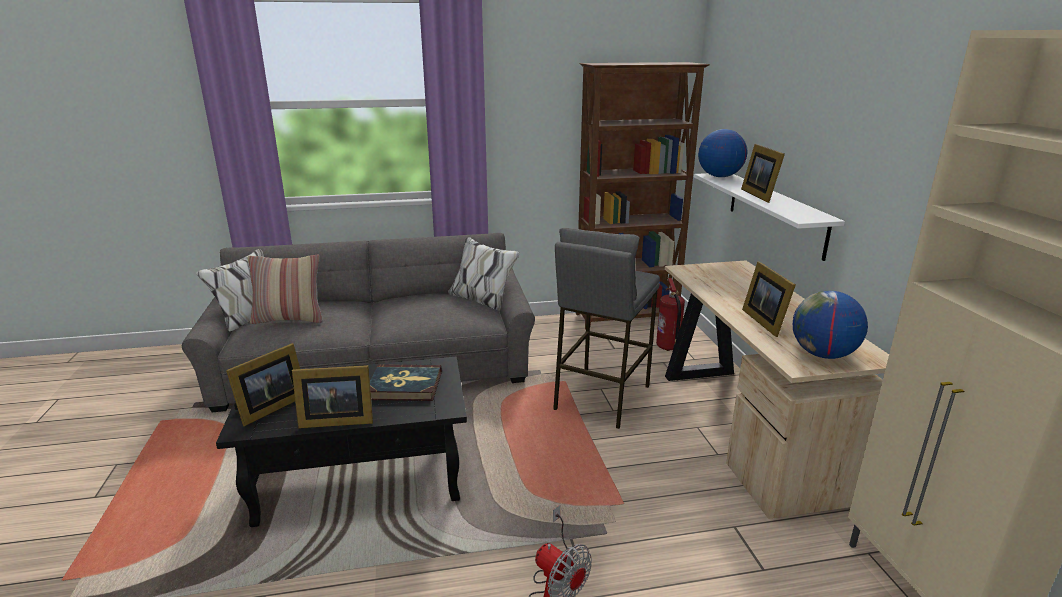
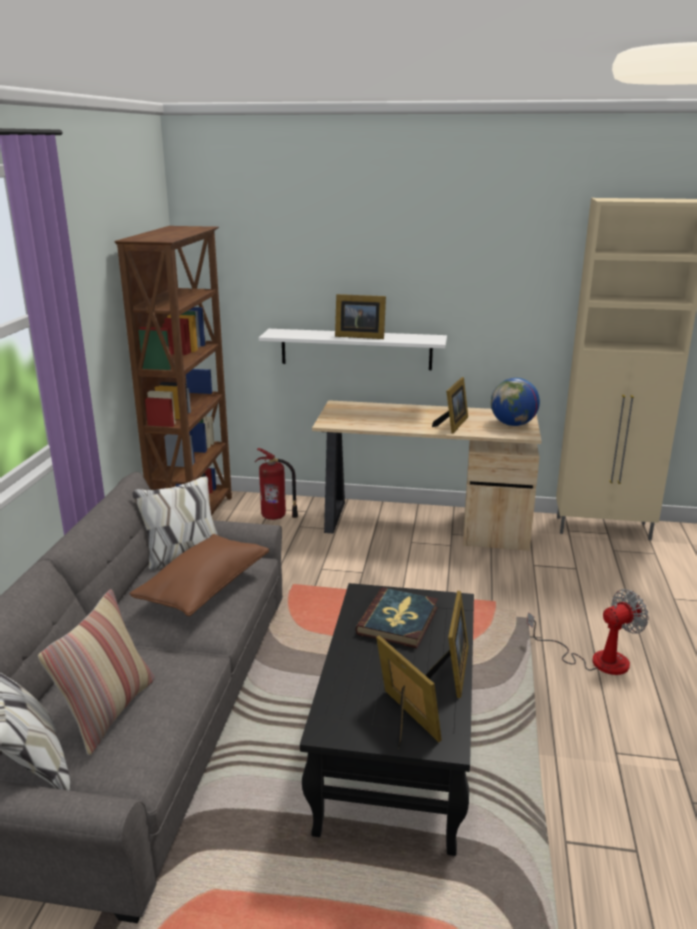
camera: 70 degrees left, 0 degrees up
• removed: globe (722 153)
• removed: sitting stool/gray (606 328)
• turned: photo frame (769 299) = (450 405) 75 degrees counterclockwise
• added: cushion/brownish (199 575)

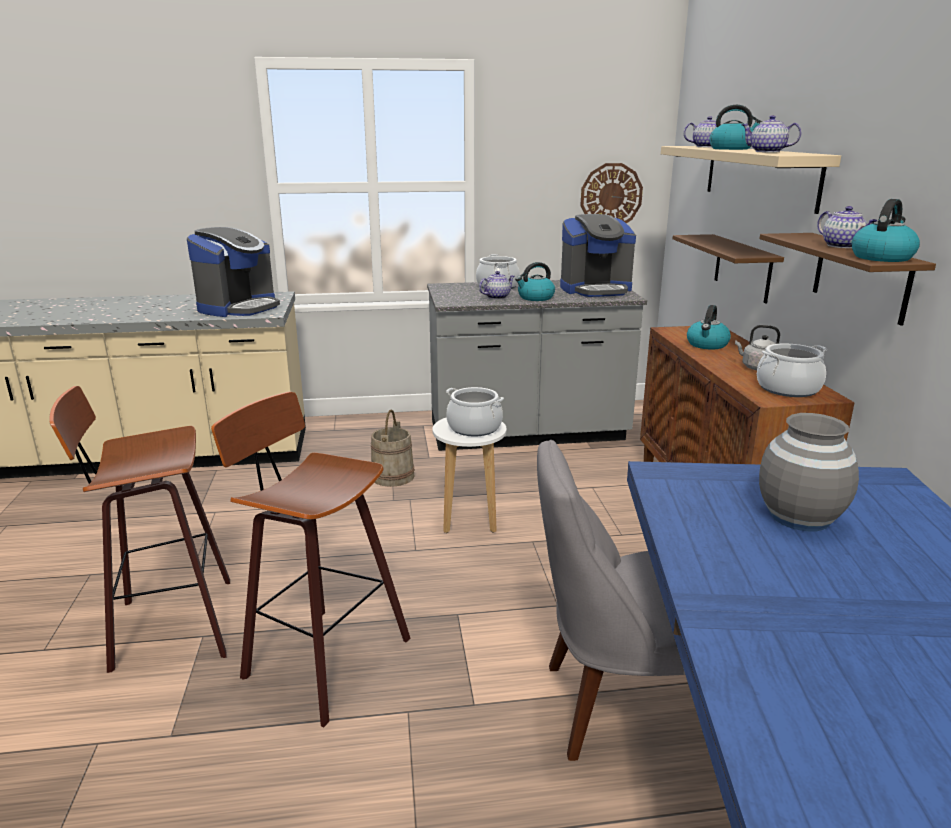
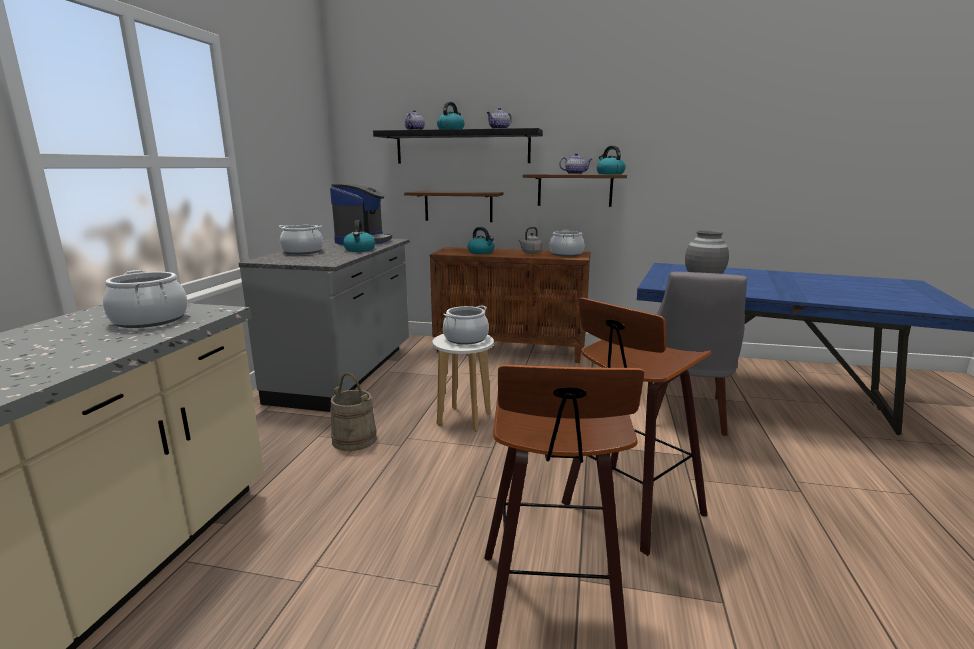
camera: 70 degrees left, 5 degrees down
• recoloured: bracket shelf/beige-coloured (751 180) to bracket shelf/blackish (458 146)
• removed: wall clock (611 193)
• replaced: coffee brewer (233 272) to saucepot (145 299)
• removed: teapot (496 285)

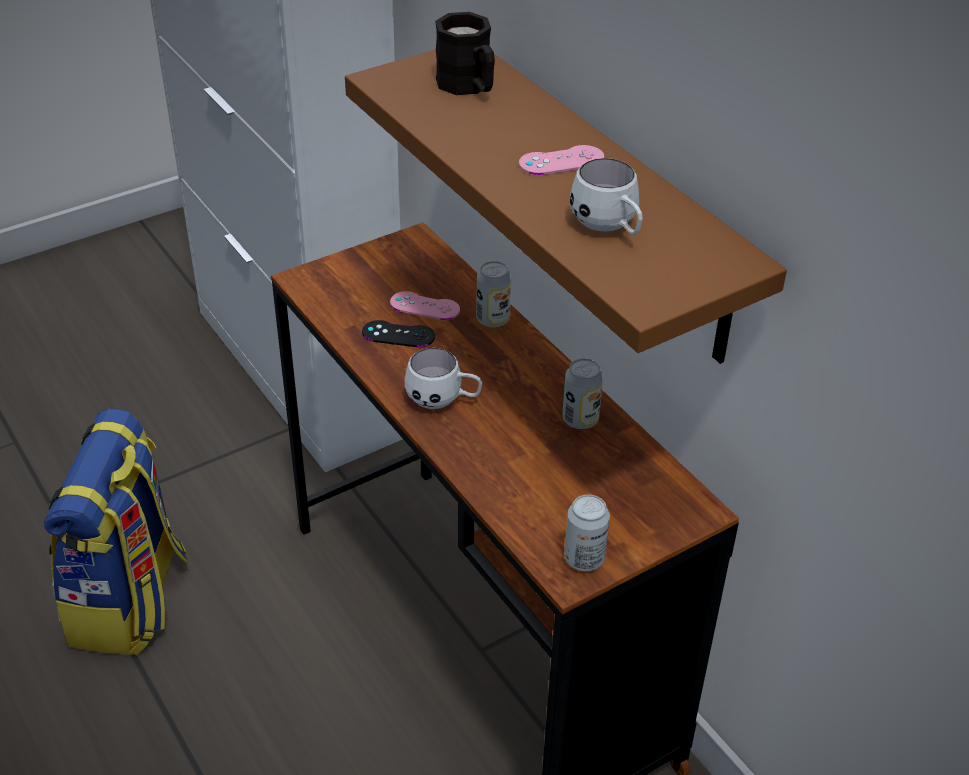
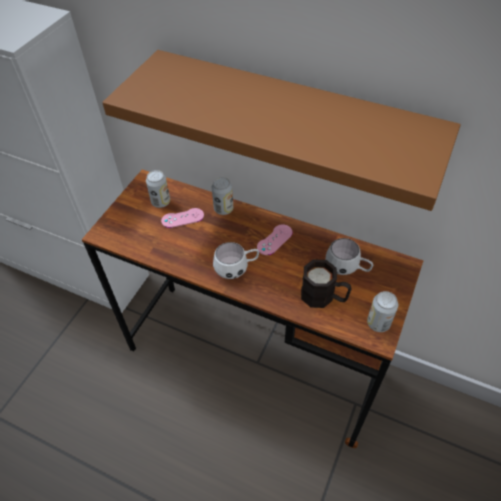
camera: 30 degrees left, 10 degrees up
• moved: mug/blackish (465 53) to (326 283)
• moved: gamepad/pink-coloured (561 160) to (275 239)
• moved: mug/white-coloured (606 196) to (349 256)
• removed: gamepad/blackish (398 333)
• moved: sealed can (582 393) to (158 189)
• removed: rucksack (116 532)

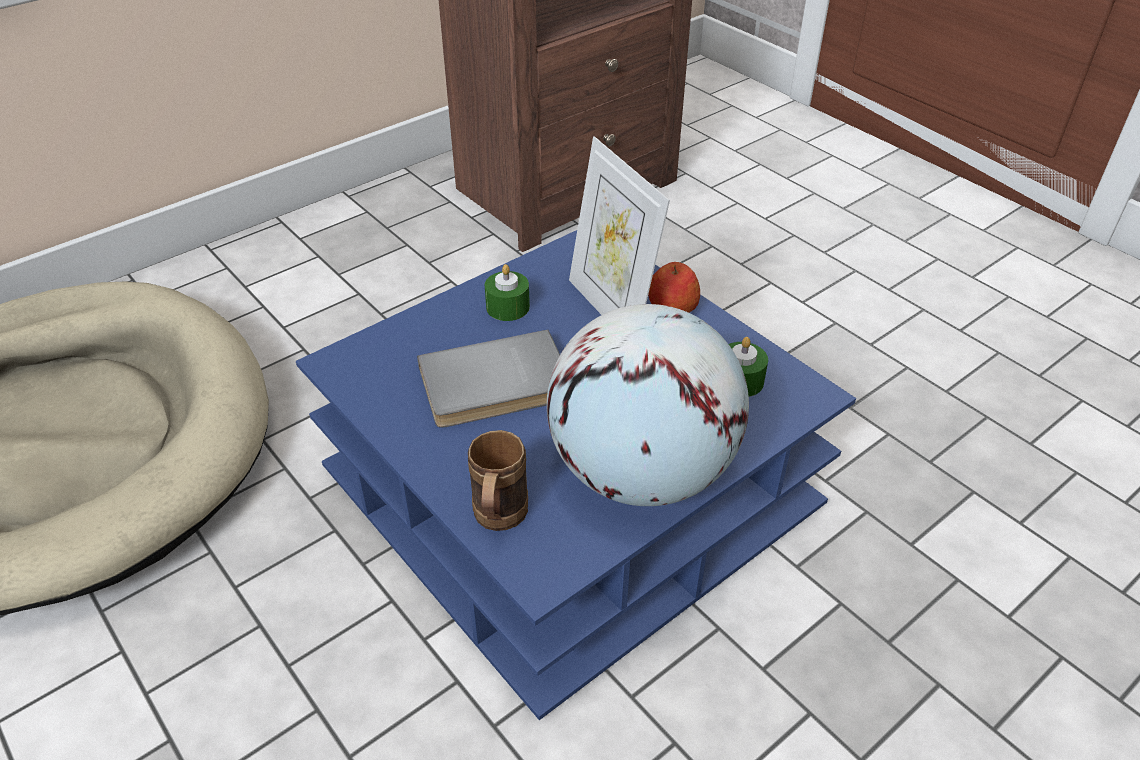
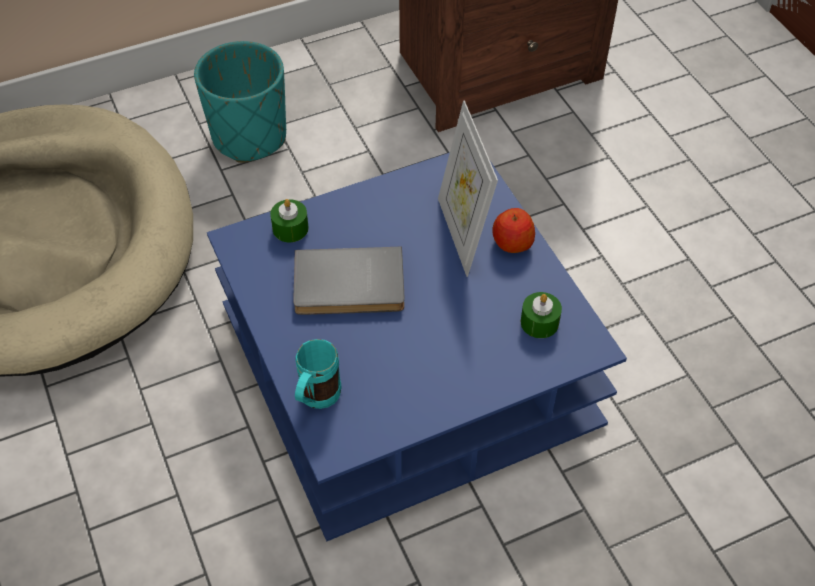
camera: 15 degrees right, 10 degrees up
• moved: candle/green (507 292) to (289 221)
• removed: globe (648 405)
• recoloured: mug/brownish (498 480) to mug/turquoise (318 374)
• added: planter/turquoise (240 102)

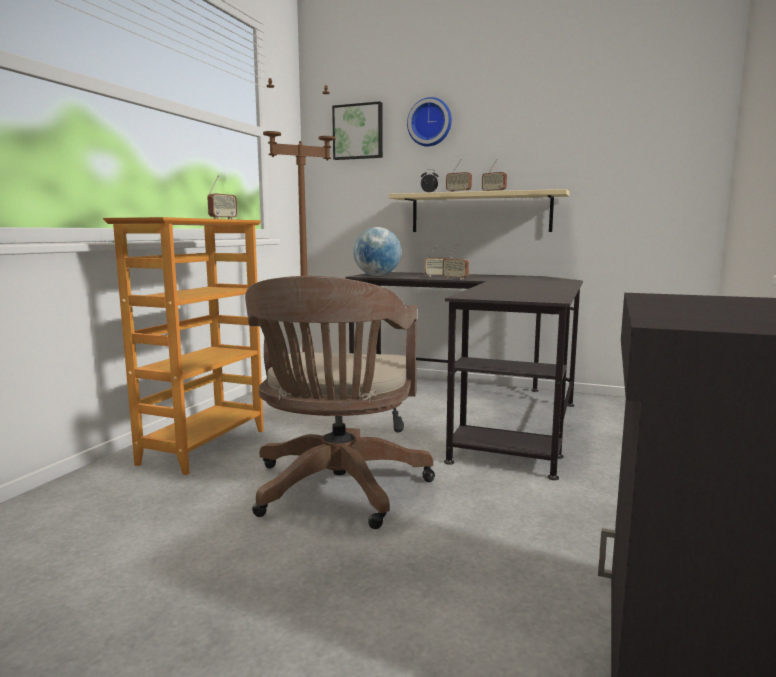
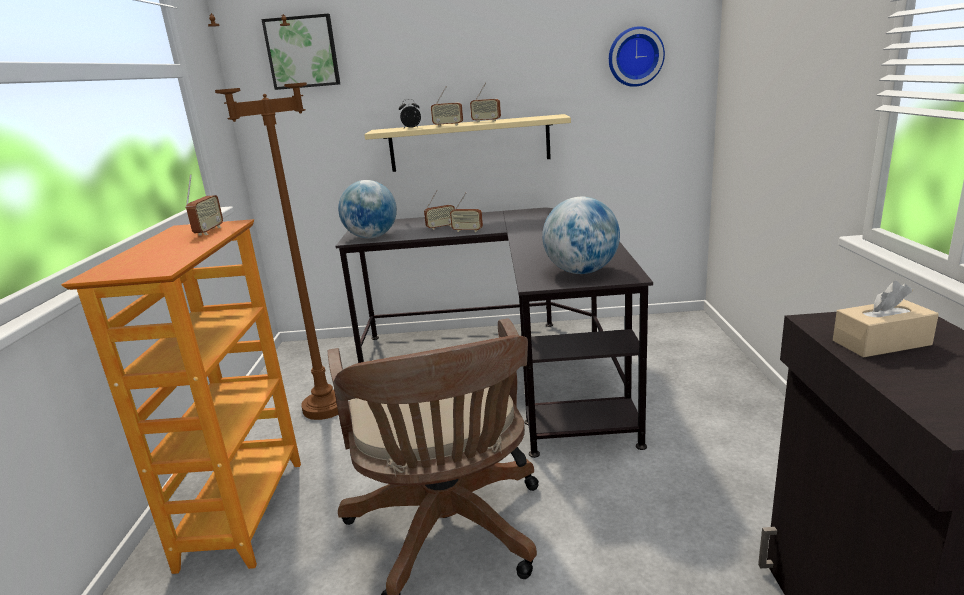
camera: 20 degrees left, 10 degrees up
• moved: wall clock (429 121) to (637 56)
• added: globe (581 235)
• added: tissue box/beige-coloured (886 319)

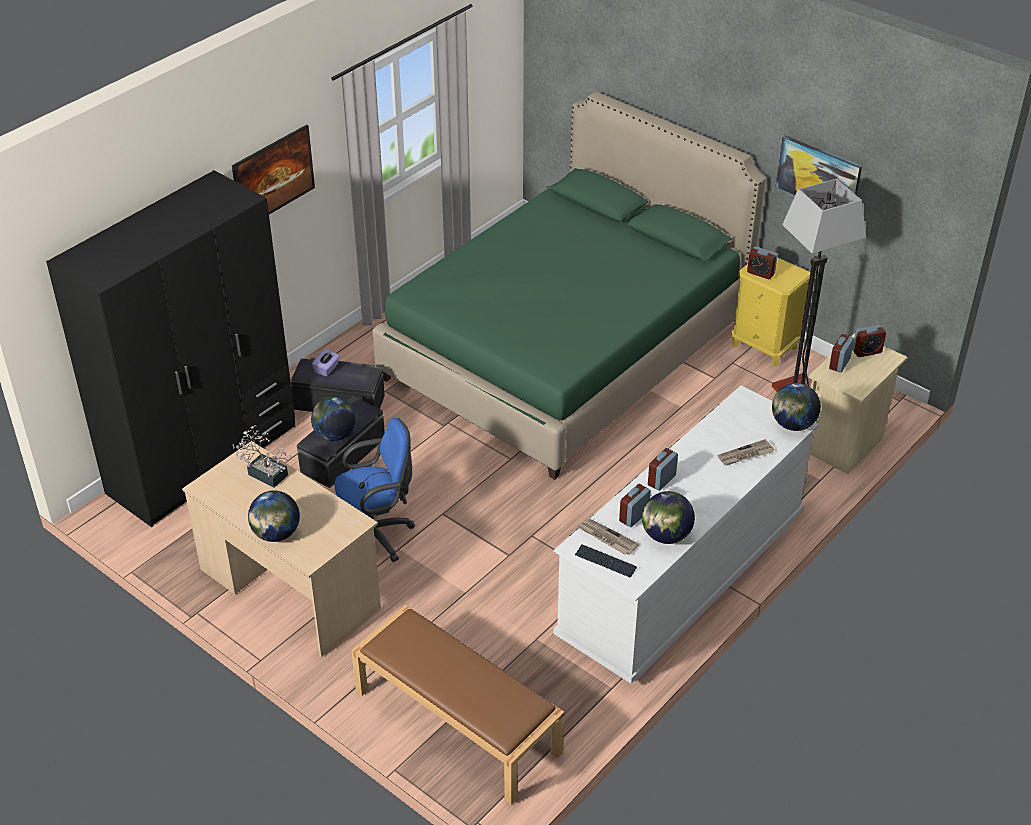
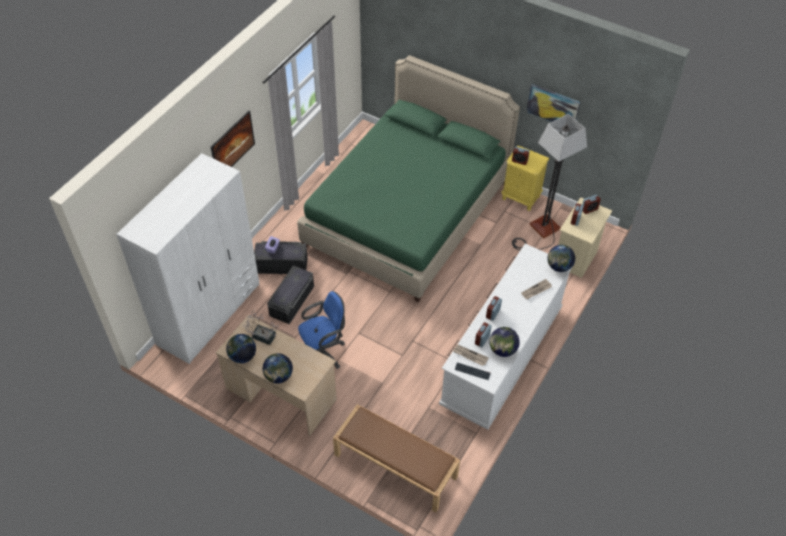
camera: 10 degrees left, 10 degrees up
• recoloured: clothes cupboard/blackish (171 348) to clothes cupboard/white-coloured (187 258)
• moved: globe (333 419) to (241 349)

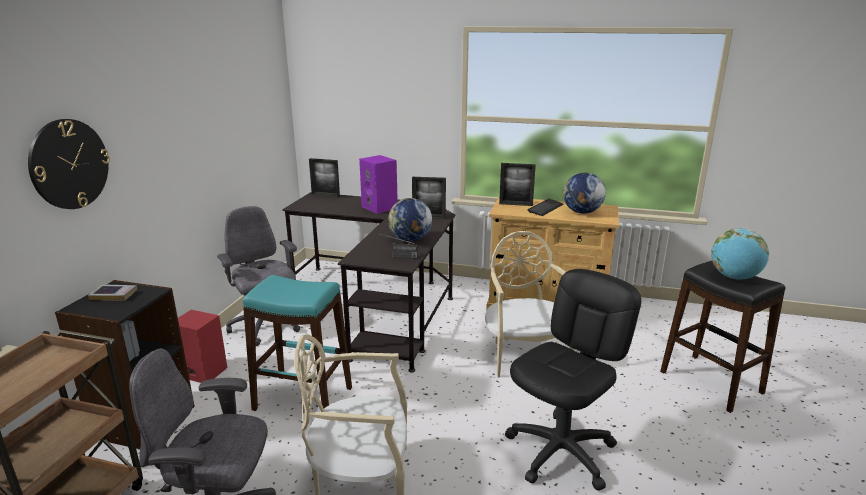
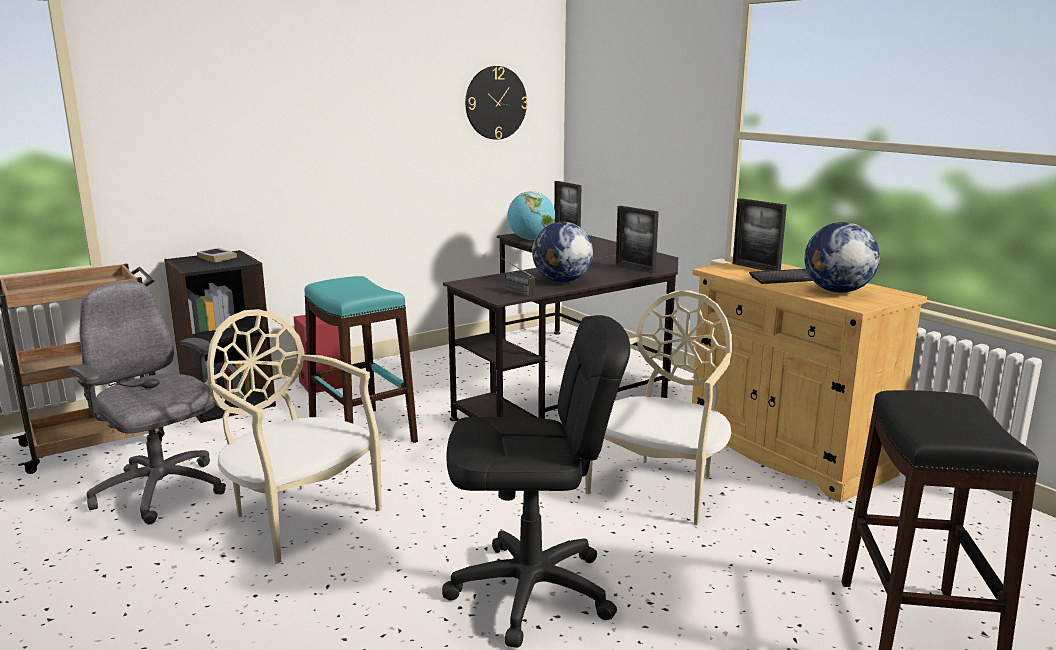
camera: 40 degrees right, 5 degrees down
• moved: wall clock (69 164) to (496 103)
• removed: loudspeaker/purple-coloured (378 184)
• removed: computer chair/gray (258 276)
• moved: globe (740 254) to (531 216)

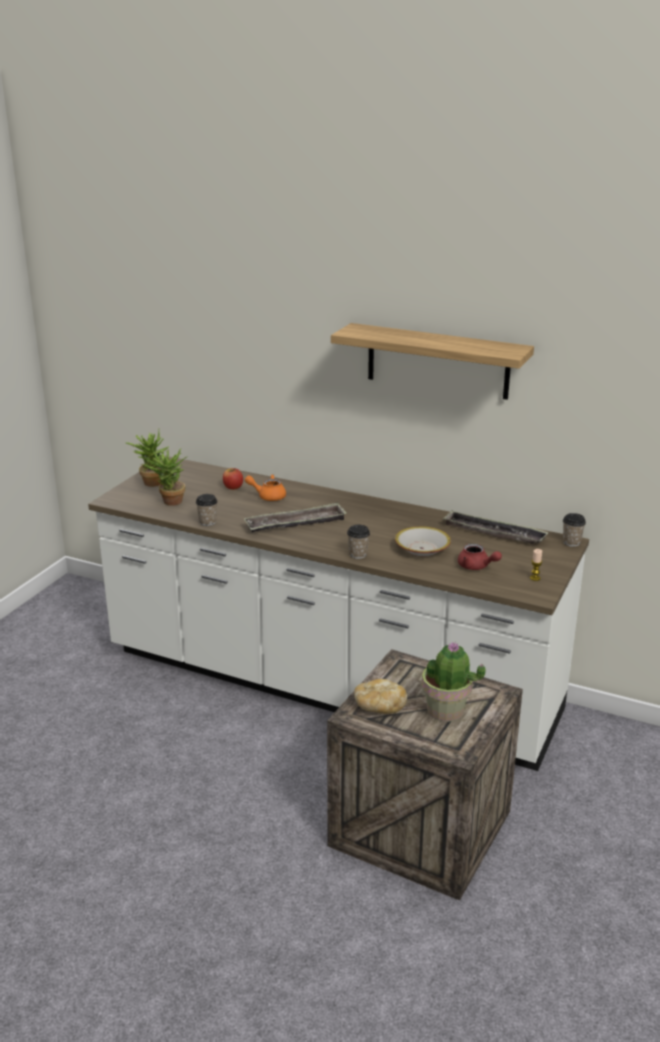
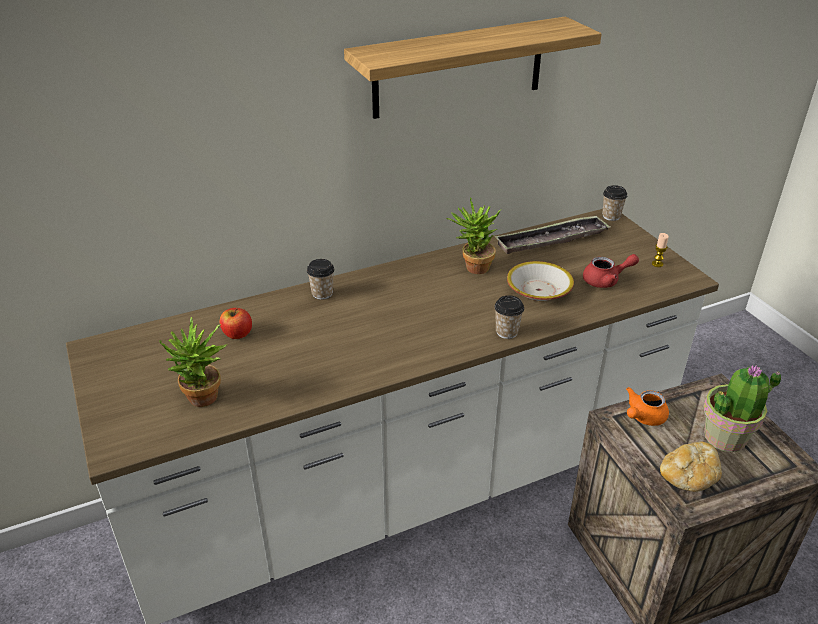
camera: 50 degrees left, 10 degrees up
• moved: houseplant (147 458) to (474 235)
• moved: teapot/orangey (265 487) to (647 406)
• moved: small cup (207 510) to (320 279)
• removed: serving tray (295 517)

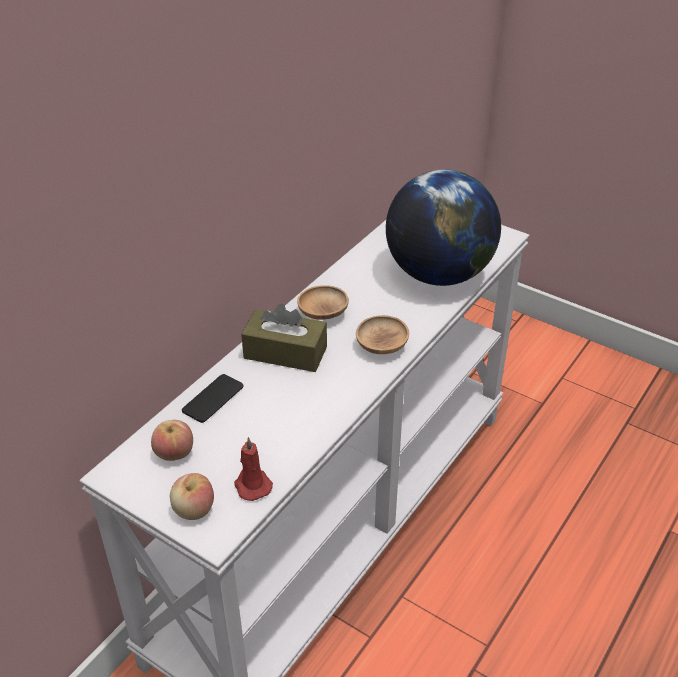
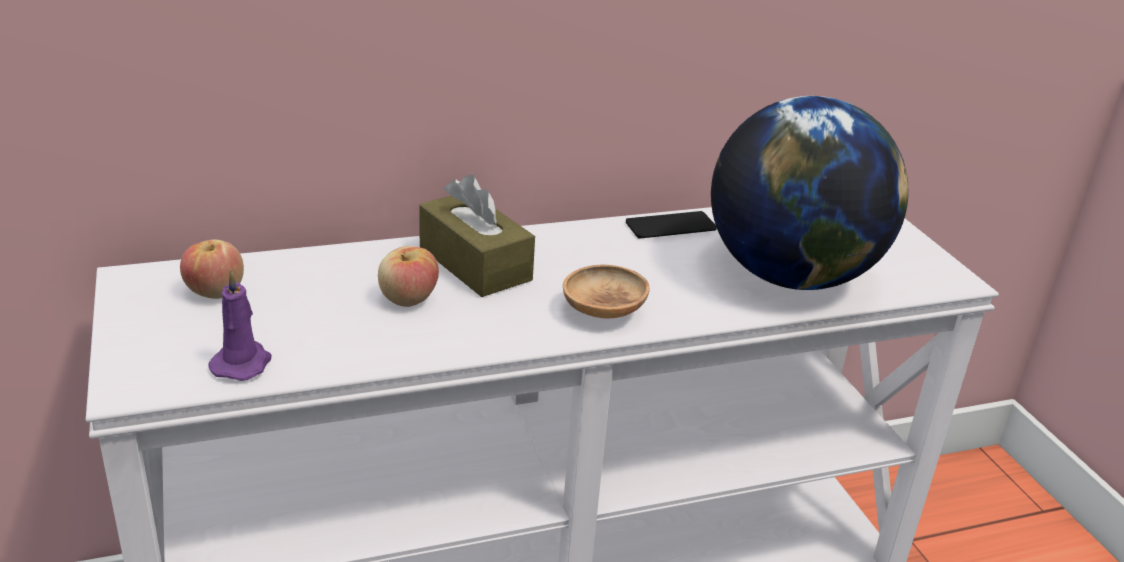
camera: 35 degrees right, 10 degrees down
• removed: bowl/brownish (323 302)
• moved: handset (213 398) to (671 224)
• recoloured: candle/red-coloured (253 469) to candle/purple-coloured (240 325)
• moved: whole apple (192 496) to (408 276)

